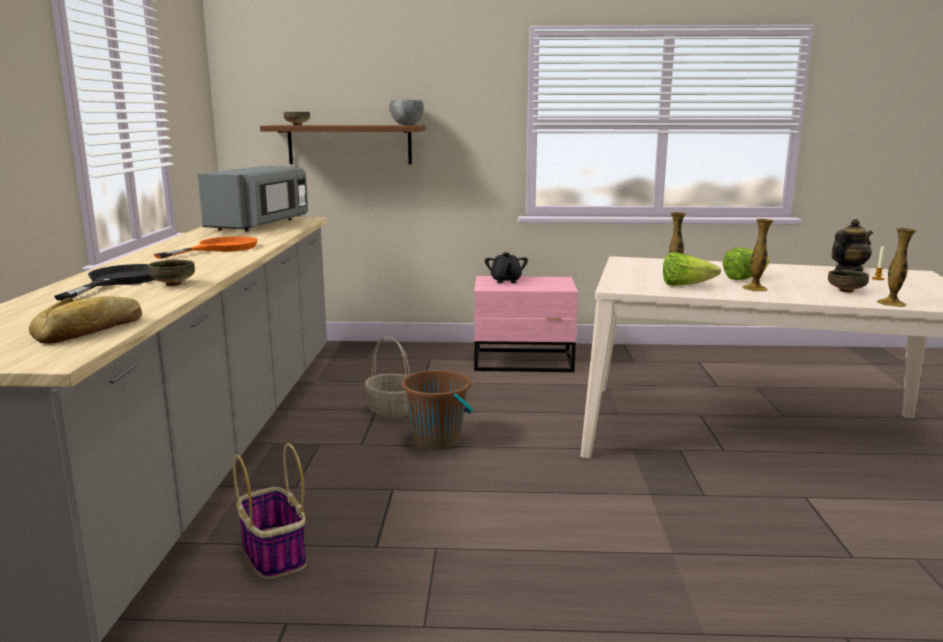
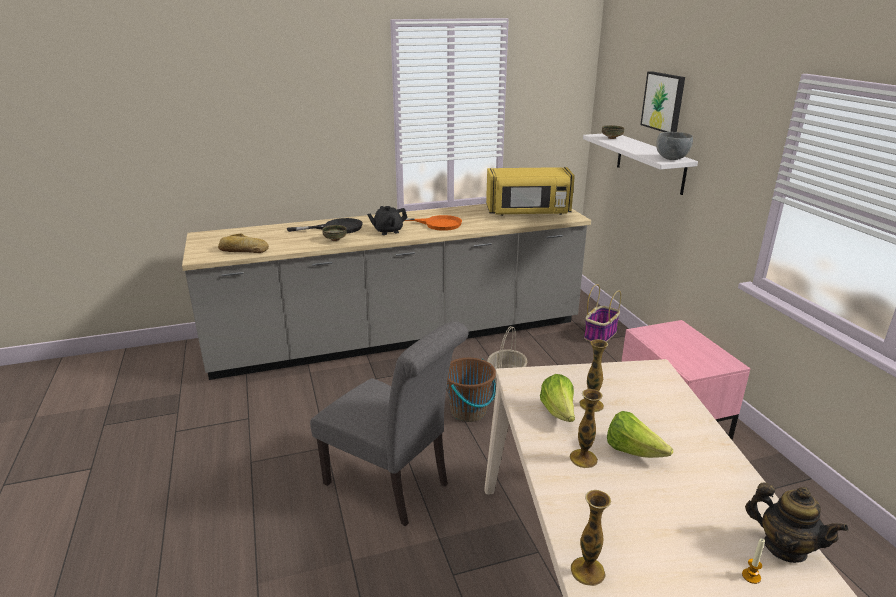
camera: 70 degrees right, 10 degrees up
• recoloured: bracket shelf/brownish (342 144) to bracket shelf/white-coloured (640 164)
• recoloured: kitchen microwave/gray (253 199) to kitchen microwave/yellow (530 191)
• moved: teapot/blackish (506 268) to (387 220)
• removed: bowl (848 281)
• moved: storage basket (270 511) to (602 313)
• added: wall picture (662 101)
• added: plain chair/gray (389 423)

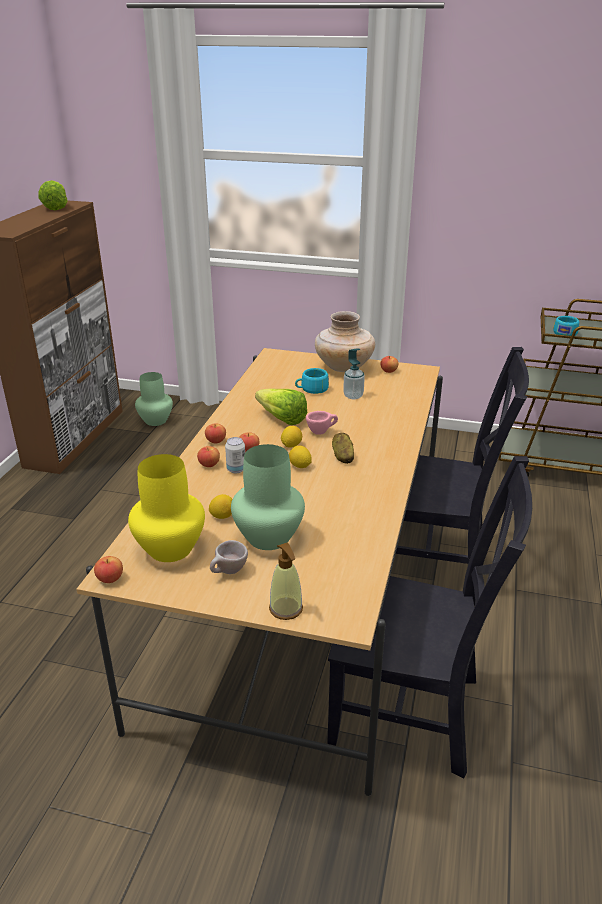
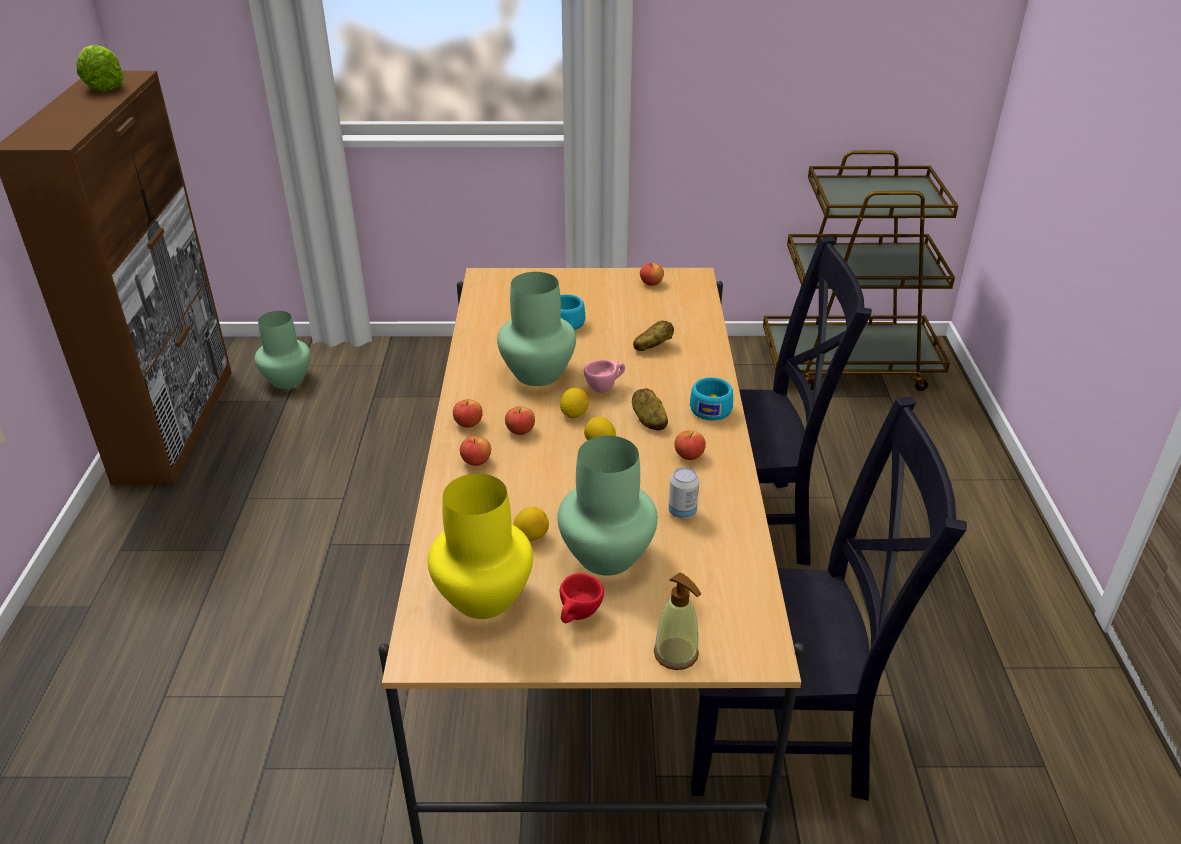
camera: 15 degrees left, 5 degrees up
• removed: flower vase/beige-coloured (345 341)
• moved: small cup/turquoise (566 326) to (711 399)
• removed: liquid soap bottle (354 373)
• replaced: lettuce (281 406) to flower vase/green (536 329)
• moved: sealed can (235 455) to (683 493)
• recoloured: small cup/beige-coloured (229 557) to small cup/red-coloured (582 598)
• moved: whole apple (108 569) to (690 445)
• added: potato (653 336)

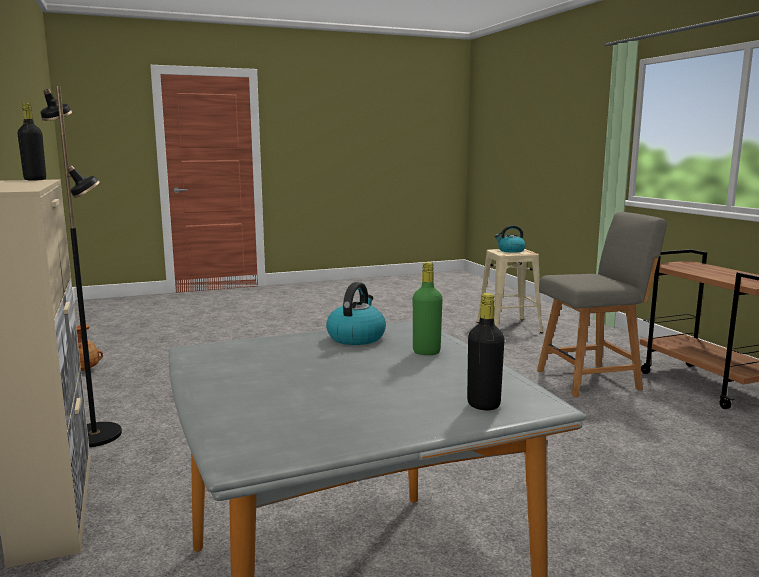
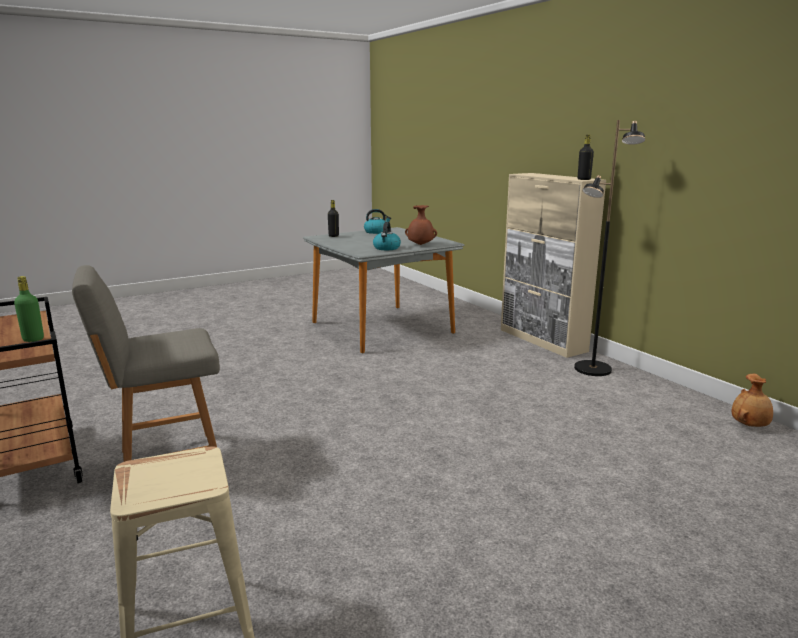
camera: 170 degrees right, 5 degrees up
• moved: kettle (510 239) to (377 221)
• moved: bottle/green (428 308) to (29 309)
• added: flower vase/brownish (421 225)

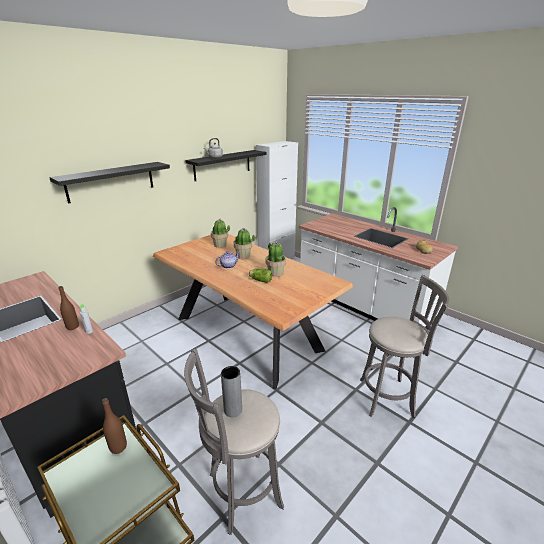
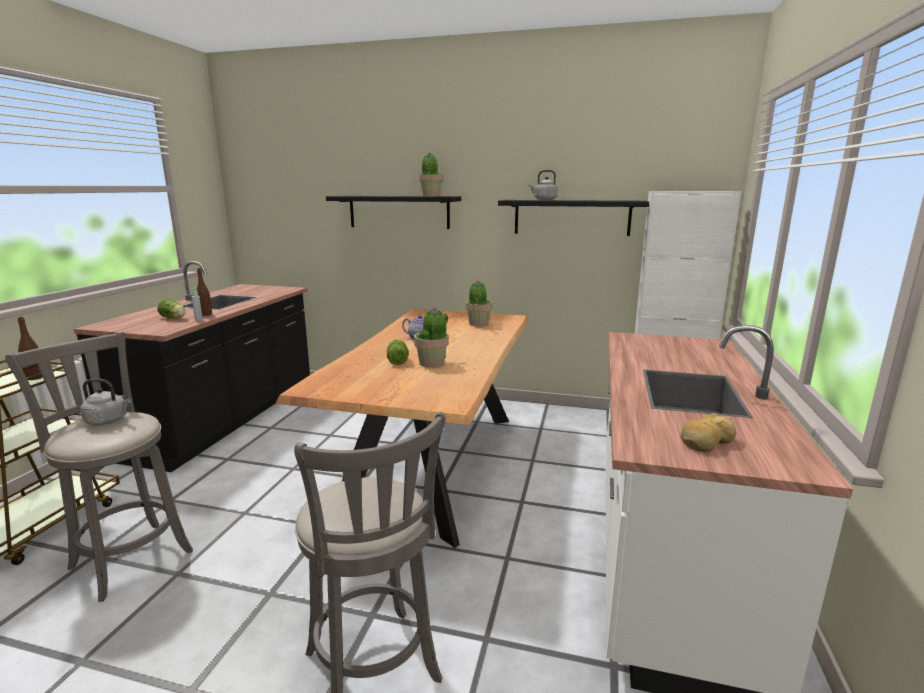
camera: 60 degrees right, 10 degrees down
• moved: houseplant (244 243) to (431 174)
• replaced: flower vase/gray (231 391) to kettle/gray (105 402)
• added: lettuce (171 308)

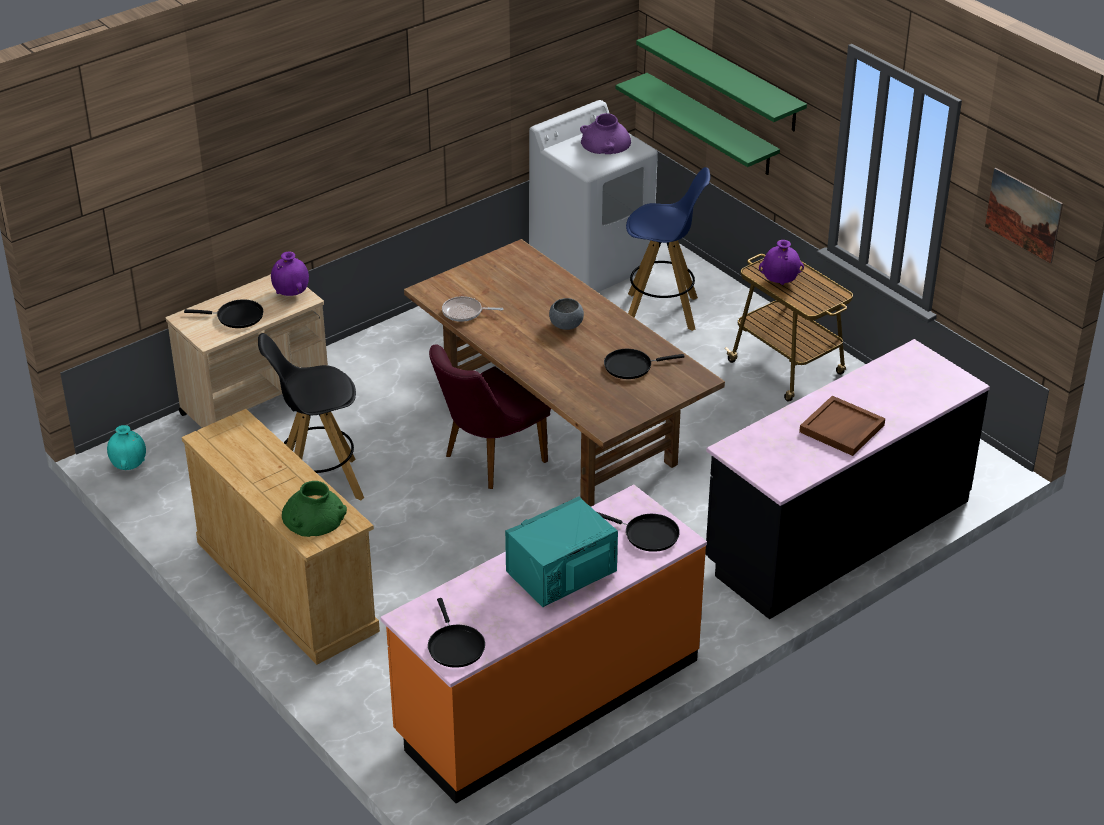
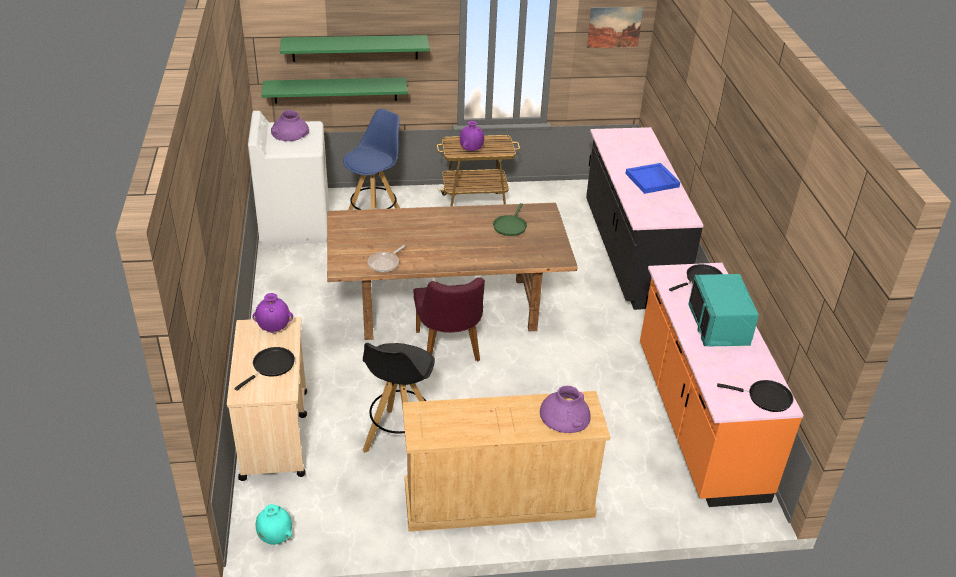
camera: 60 degrees left, 0 degrees up
• removed: bowl/gray (566 314)
• recoloured: frying pan/blackish (644 364) to frying pan/green (510 219)
• recoloured: serving tray/brownish (842 426) to serving tray/bluish (652 178)
• recoloured: flower vase/green (314 509) to flower vase/purple-coloured (565 409)

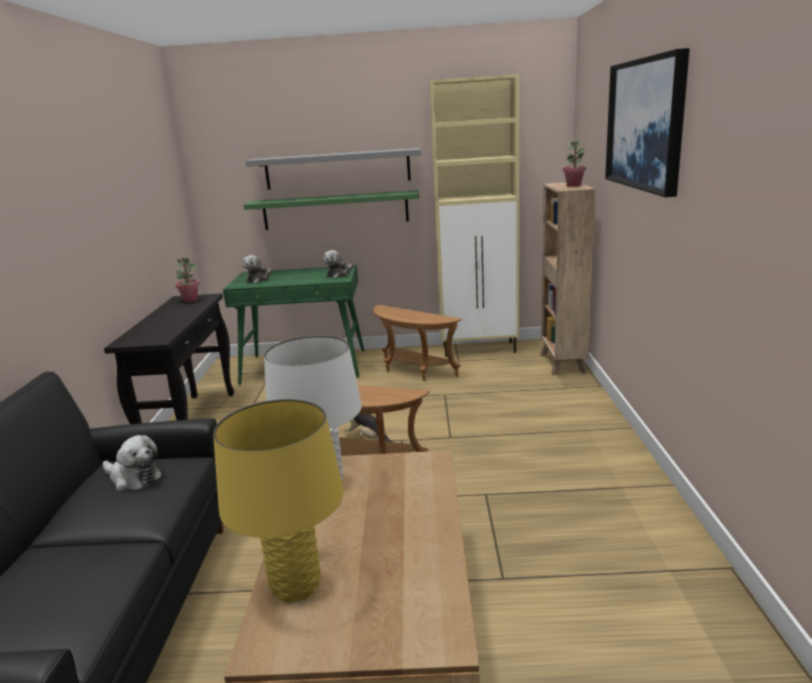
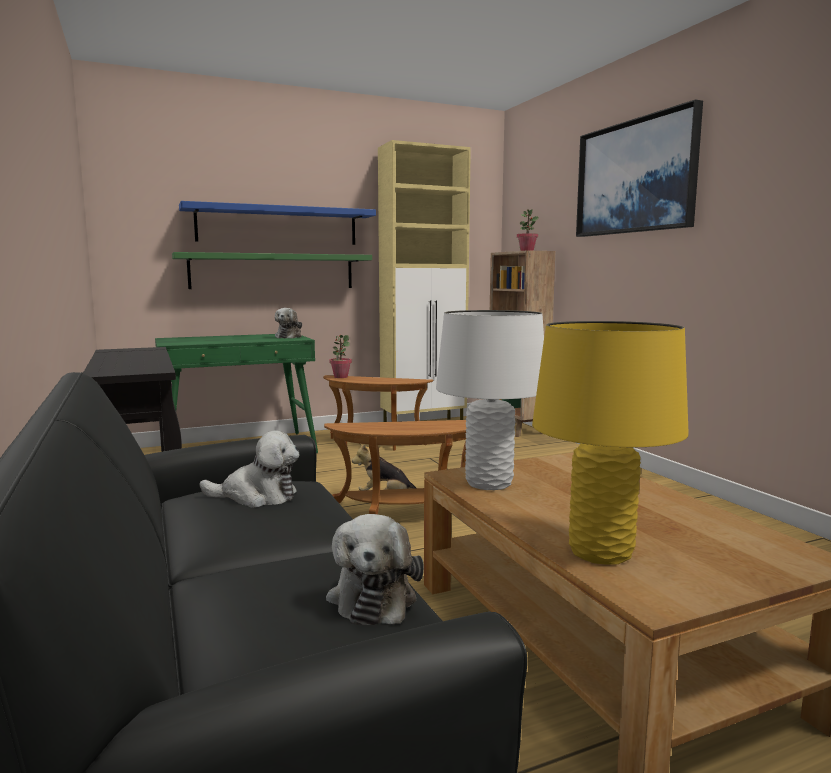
camera: 25 degrees left, 10 degrees down
• recoloured: bracket shelf/gray (333 169) to bracket shelf/bluish (277 223)
• moved: soft toy (257 269) to (375 569)
• moved: houseplant (187 279) to (340 356)

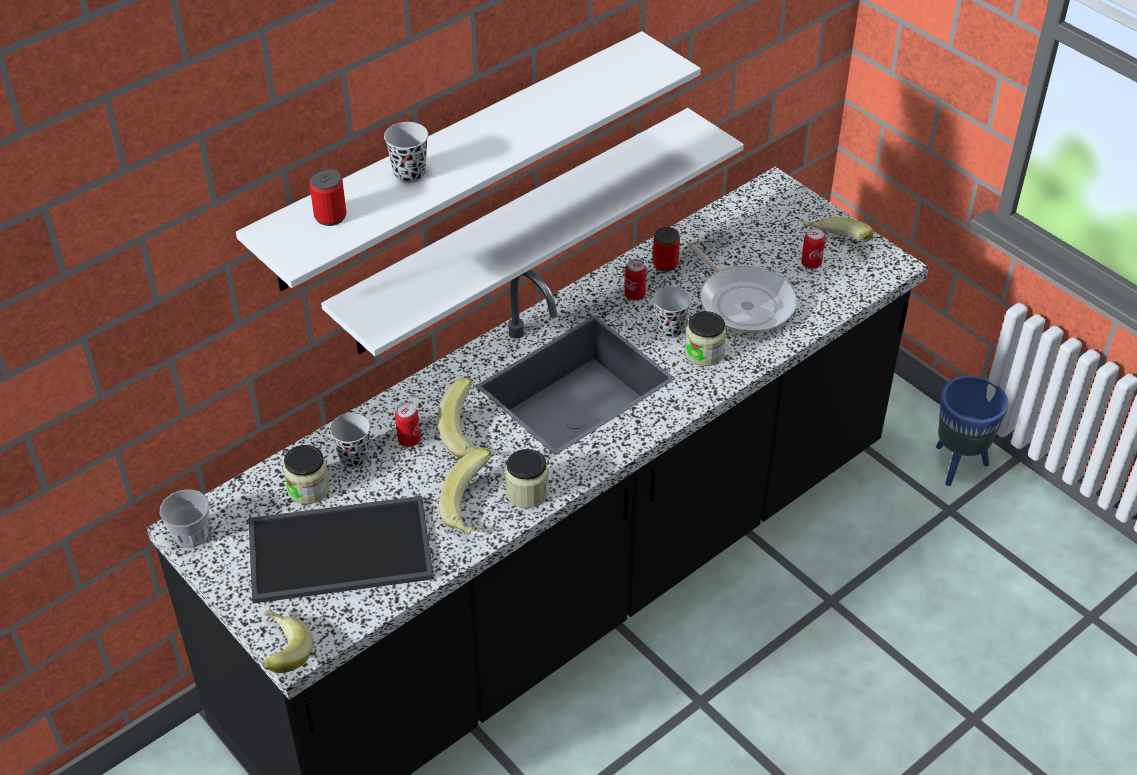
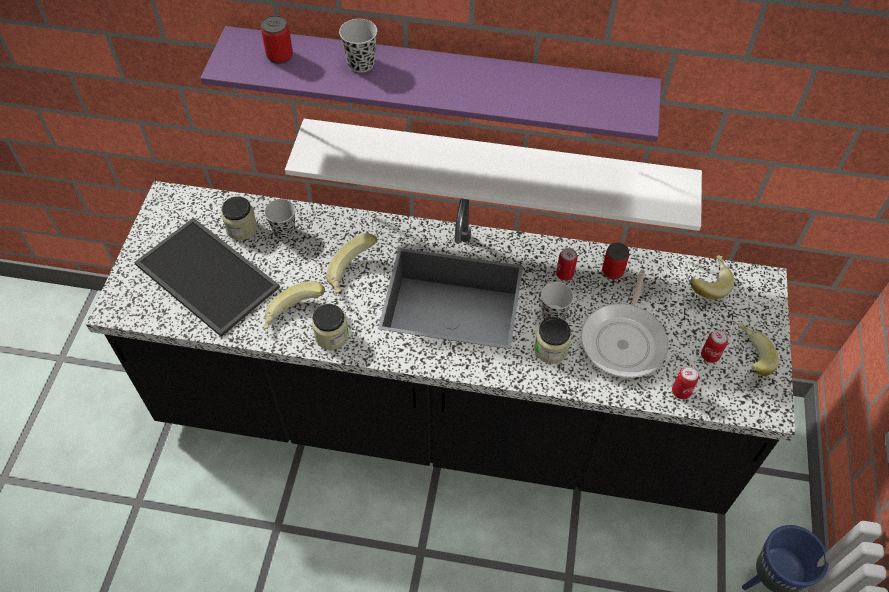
camera: 50 degrees right, 10 degrees up
• recoloured: bracket shelf/white-coloured (468 161) to bracket shelf/purple-coloured (430 84)
• moved: sealed can (408 425) to (685 382)
• removed: small cup (185 518)
• moved: banana (287 640) to (711 277)

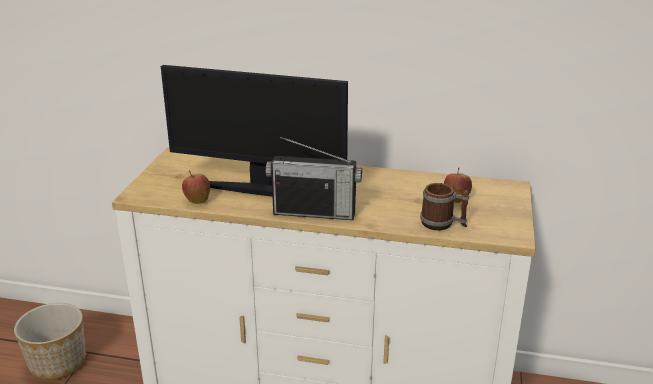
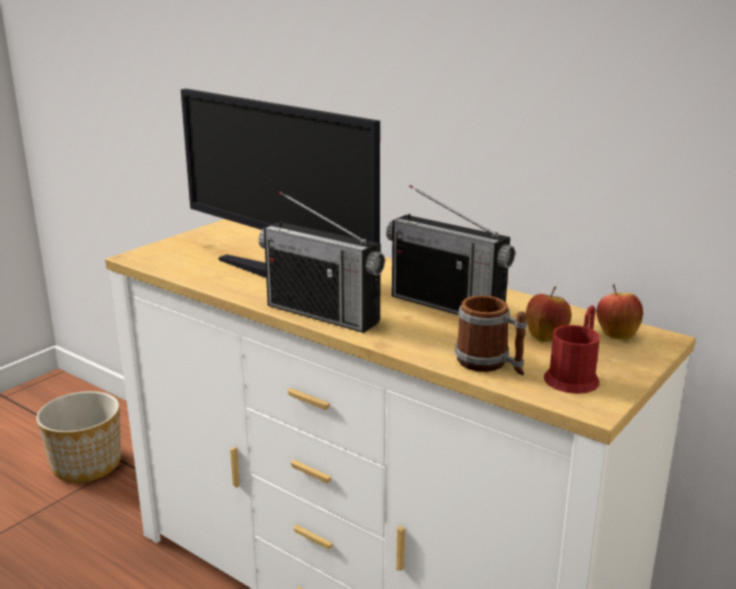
camera: 25 degrees right, 5 degrees down
• moved: whole apple (196 187) to (619 312)
• added: radio receiver (450 250)
• added: mug/red-coloured (572 349)

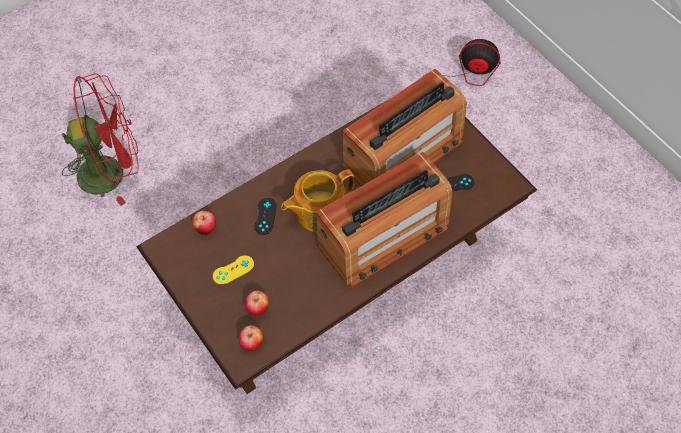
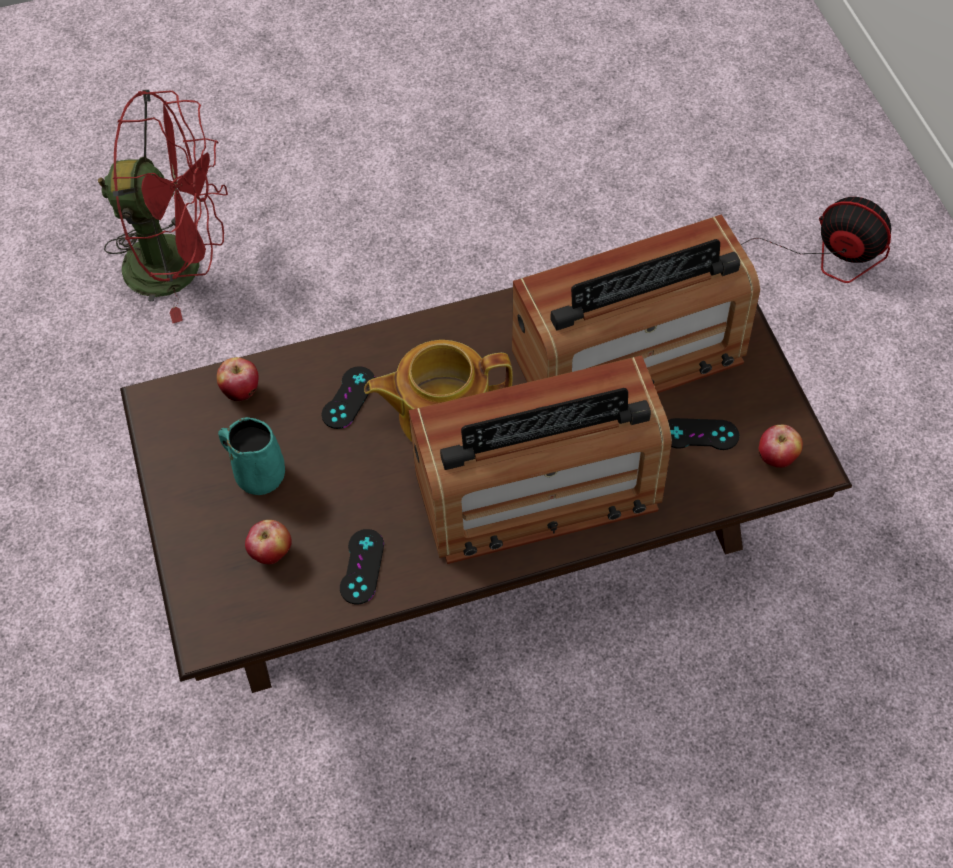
camera: 20 degrees right, 0 degrees up
• replaced: gamepad/yellow (233 270) to mug/turquoise (251 456)
• moved: whole apple (251 338) to (780 446)
• added: gamepad/blackish (362 566)

